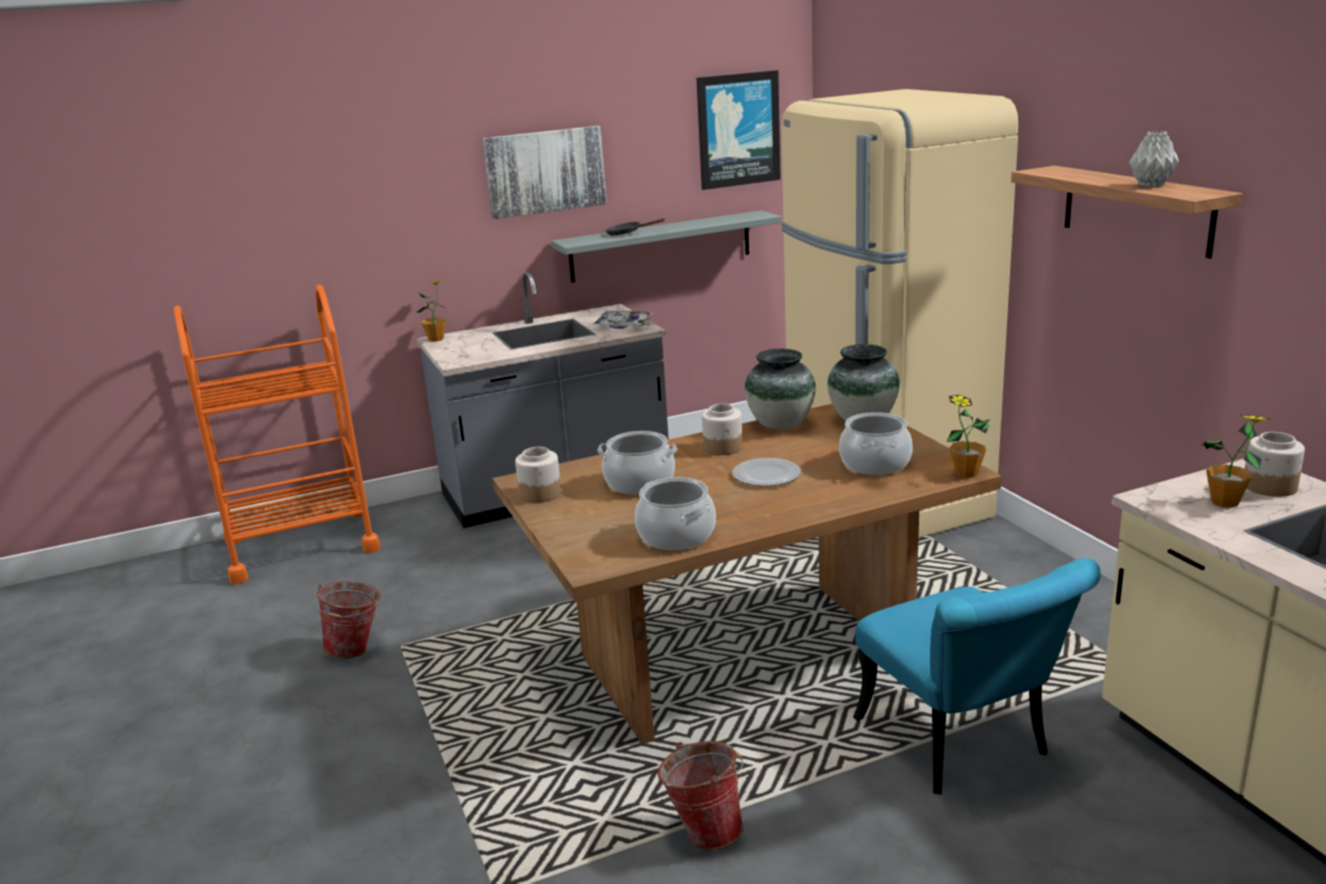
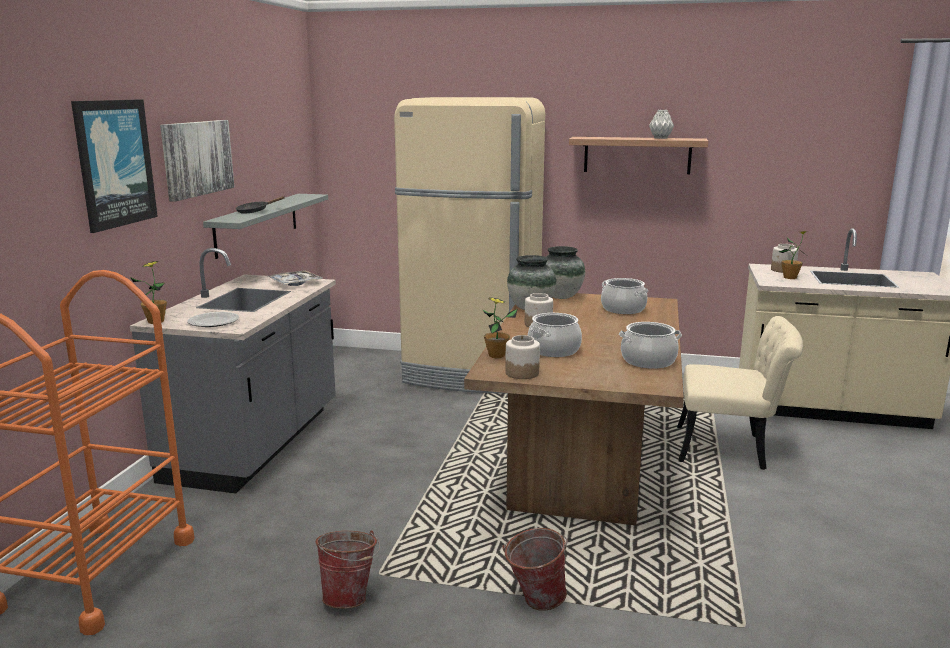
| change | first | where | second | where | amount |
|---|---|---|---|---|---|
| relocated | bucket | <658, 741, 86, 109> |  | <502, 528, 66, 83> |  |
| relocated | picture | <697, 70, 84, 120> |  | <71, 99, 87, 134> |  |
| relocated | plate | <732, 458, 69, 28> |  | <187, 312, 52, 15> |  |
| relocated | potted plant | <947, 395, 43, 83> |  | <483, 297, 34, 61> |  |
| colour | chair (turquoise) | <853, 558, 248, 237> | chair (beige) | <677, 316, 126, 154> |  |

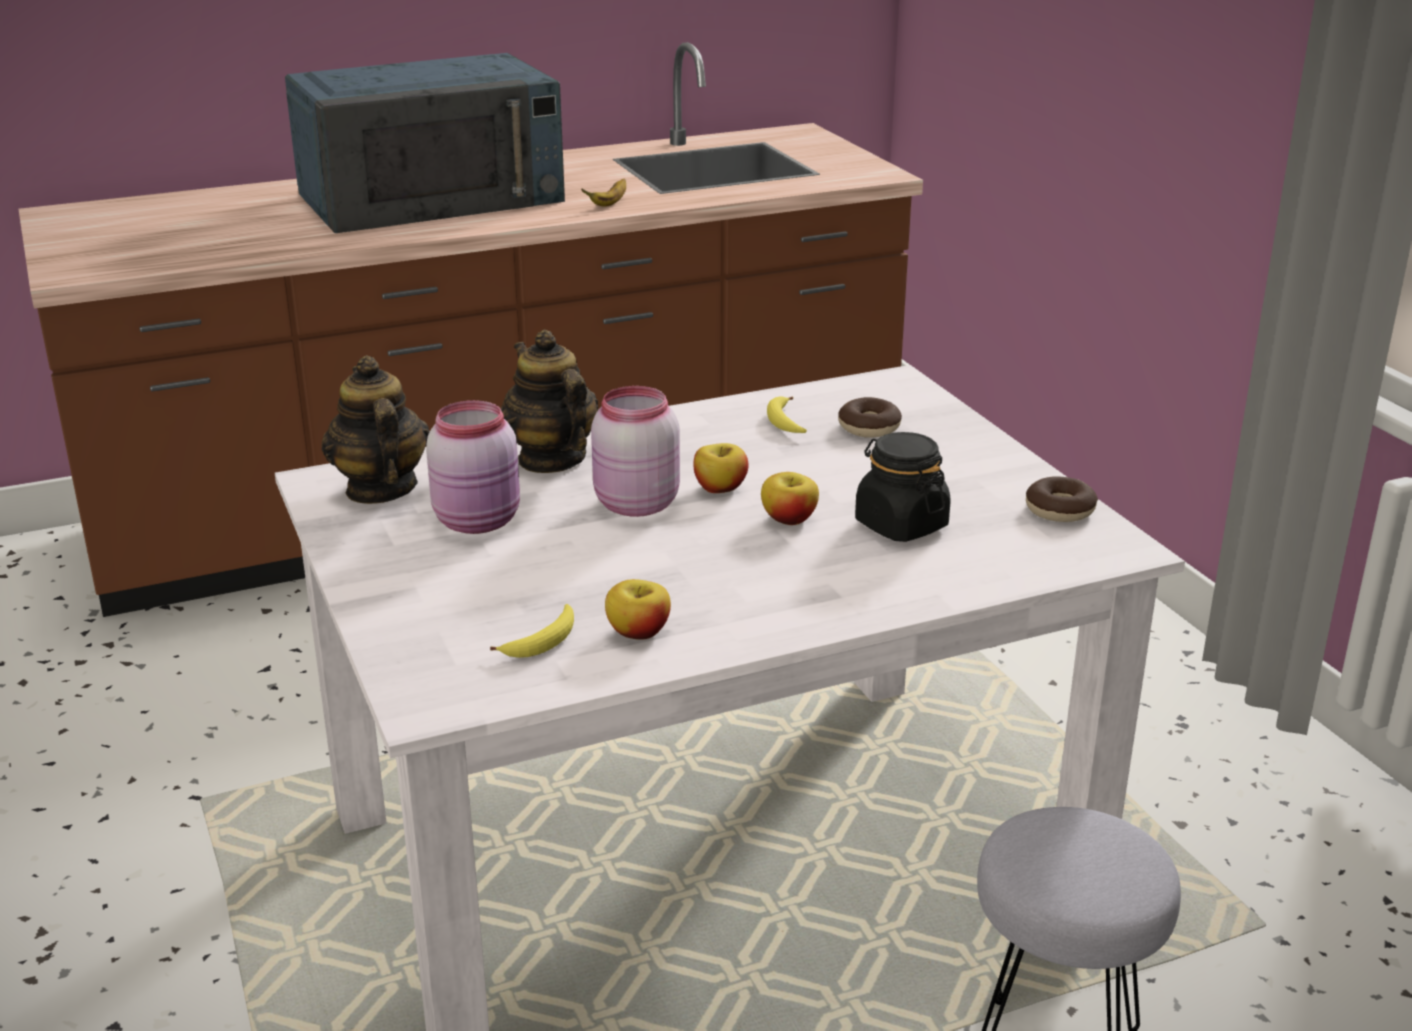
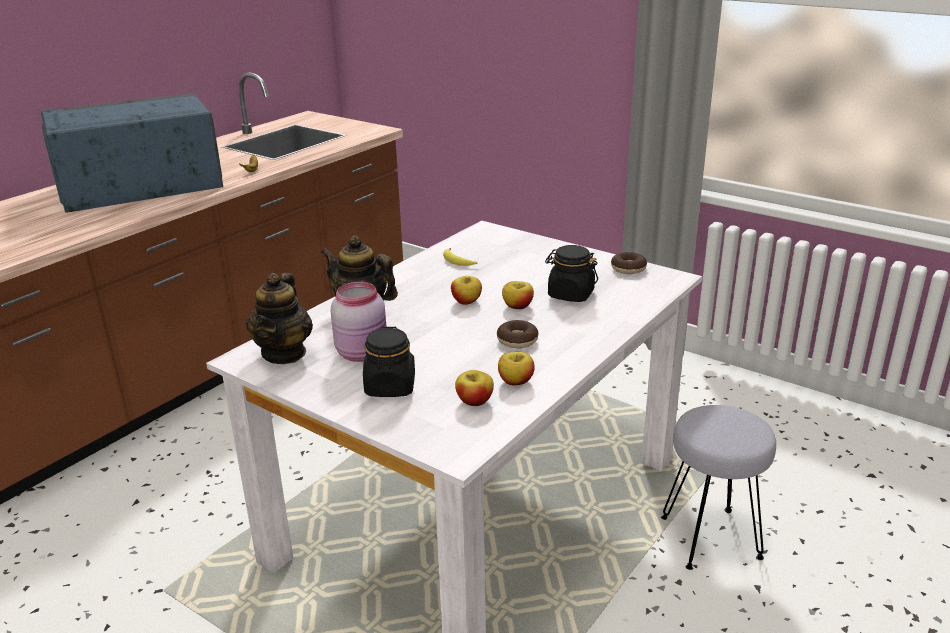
| change | first | where | second | where | amount |
|---|---|---|---|---|---|
| missing | jar (pink) | <591, 386, 89, 131> |  |  |  |
| appeared |  |  | jar (black) | <363, 327, 52, 70> |  |
| relocated | donut | <838, 397, 64, 41> |  | <497, 320, 41, 28> |  |
| exchanged | banana | <490, 604, 84, 54> | apple | <455, 370, 39, 36> |  |
| spun | microwave (blue) | <285, 53, 280, 180> |  | <41, 93, 182, 120> | 150 degrees counterclockwise |
| spun | teapot | <321, 355, 109, 149> |  | <246, 273, 67, 91> | 120 degrees counterclockwise |

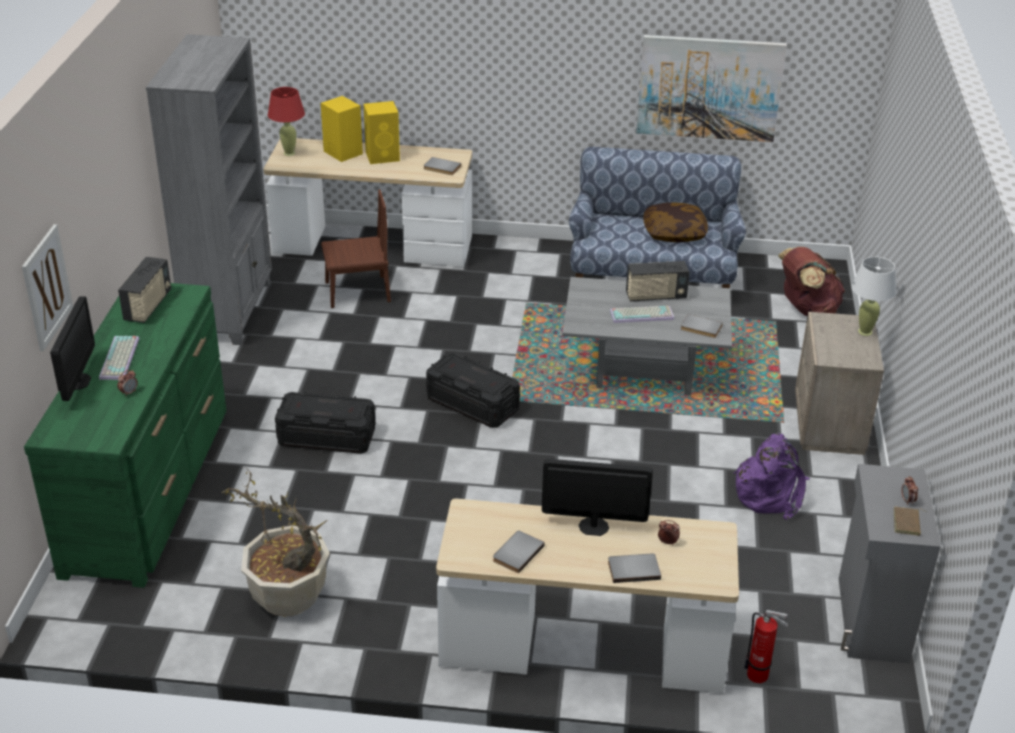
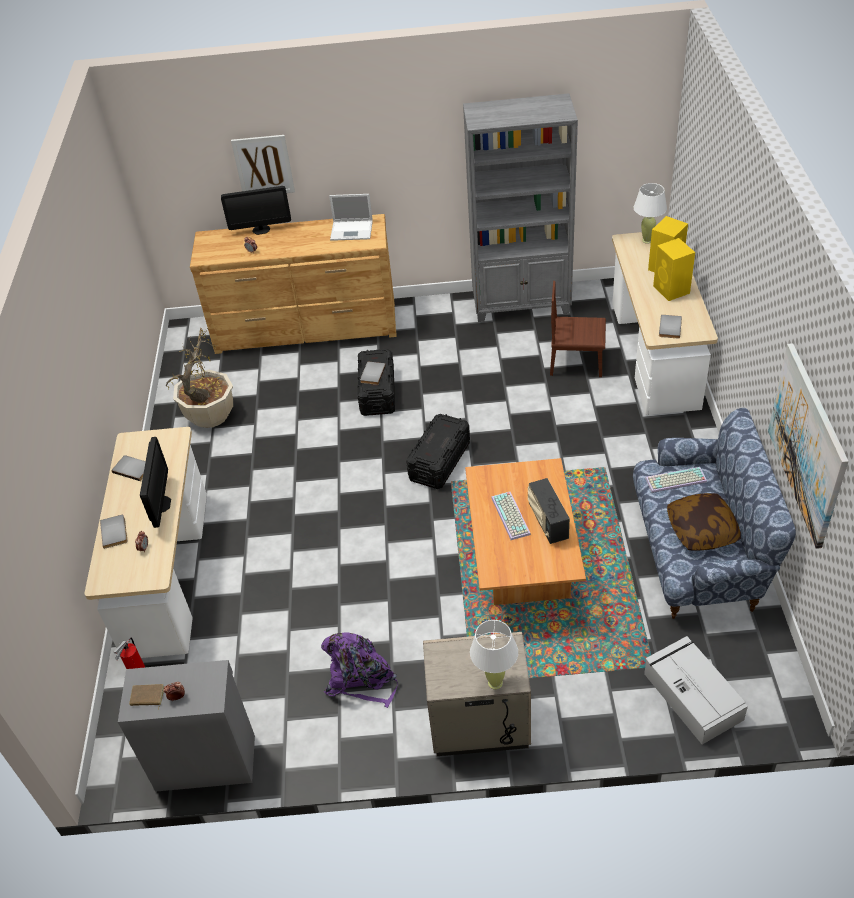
| change | first | where | second | where | amount |
|---|---|---|---|---|---|
| relocated | keyboard | <99, 336, 41, 44> |  | <645, 467, 62, 26> |  |
| relocated | book (grey) | <681, 314, 42, 24> |  | <360, 362, 26, 23> |  |
| exchanged | radio | <118, 257, 53, 66> | laptop | <329, 194, 44, 47> |  |
| exchanged | backpack (brown) | <778, 247, 67, 69> | storage box (grey) | <644, 636, 104, 109> |  |
| colour | dresser (green) | <24, 283, 203, 305> | dresser (brown) | <190, 214, 207, 140> |  |
| colour | table lamp (red) | <268, 87, 37, 69> | table lamp (white) | <634, 183, 33, 61> |  |
| colour | coffee table (grey) | <562, 277, 170, 119> | coffee table (brown) | <465, 458, 121, 147> |  |
| spun | chair (brown) | <321, 190, 70, 118> |  | <550, 281, 56, 96> | 120 degrees clockwise |

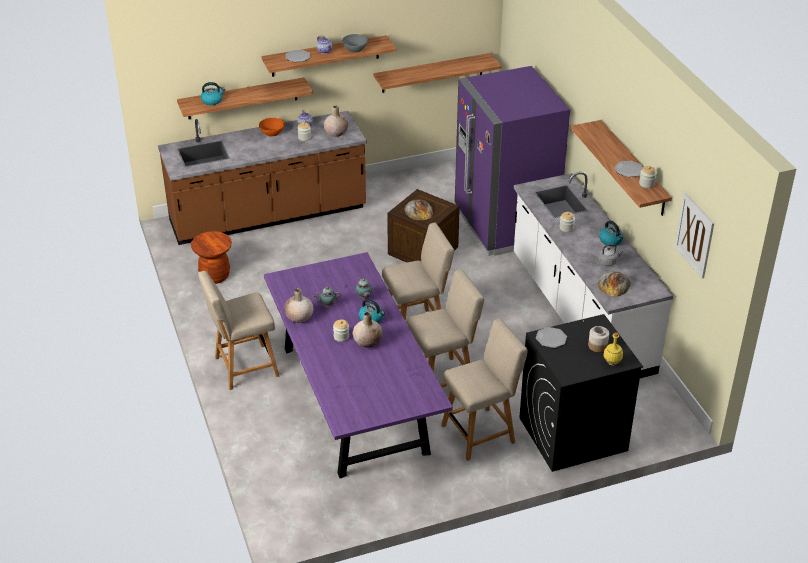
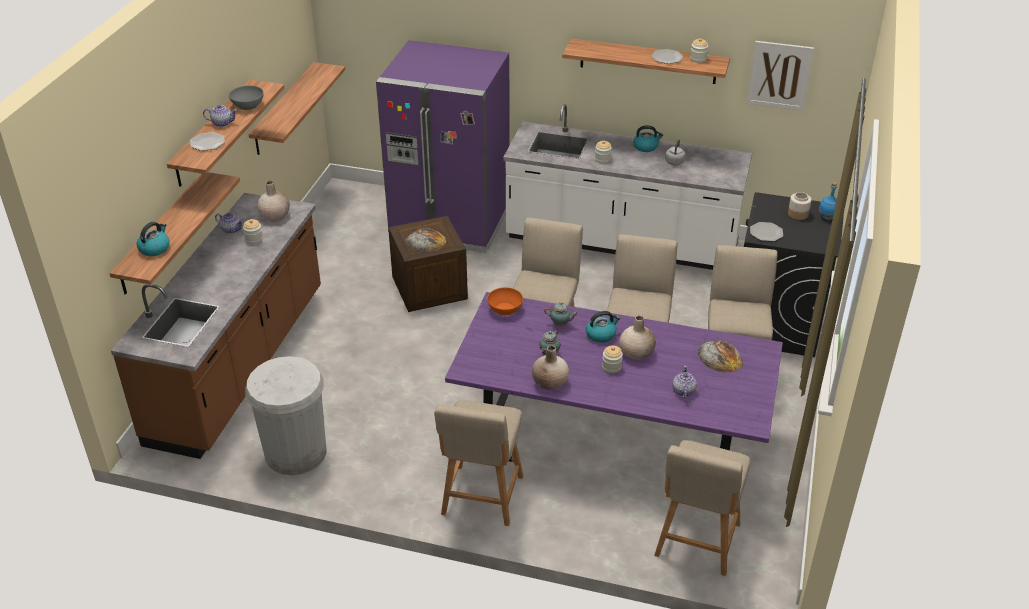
| change | first | where | second | where | amount |
|---|---|---|---|---|---|
| appeared |  |  | chair (beige) | <654, 440, 96, 136> |  |
| appeared |  |  | teapot | <672, 365, 25, 34> |  |
| relocated | bowl (orange) | <259, 118, 25, 19> |  | <487, 287, 36, 29> |  |
| relocated | bread | <598, 271, 33, 26> |  | <698, 340, 45, 33> |  |
| exchanged | stool (brown) | <191, 231, 41, 53> | trash can (white) | <245, 356, 82, 119> |  |
| colour | bottle (yellow) | <603, 332, 20, 34> | bottle (blue) | <819, 182, 19, 38> |  |

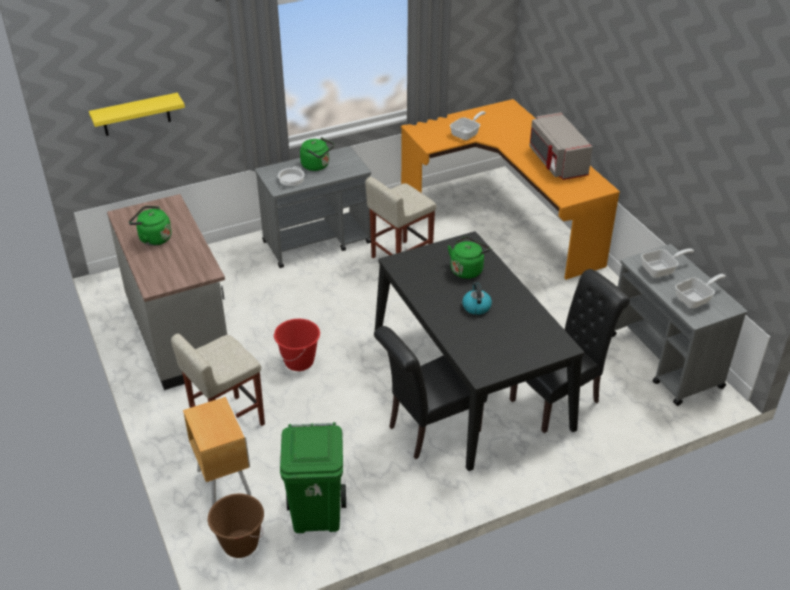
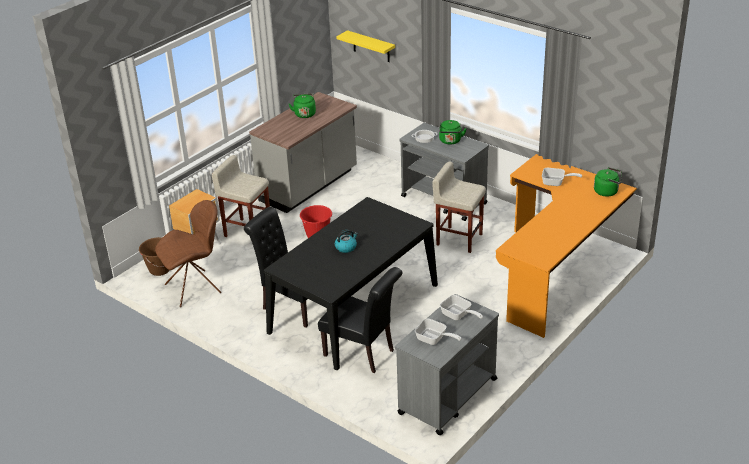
| change | first | where | second | where | amount |
|---|---|---|---|---|---|
| missing | microwave (grey) | <530, 112, 63, 68> |  |  |  |
| relocated | kettle (green) | <448, 237, 43, 42> |  | <594, 167, 28, 30> |  |
| exchanged | trash can (green) | <280, 422, 66, 111> | chair (brown) | <155, 200, 66, 107> |  |

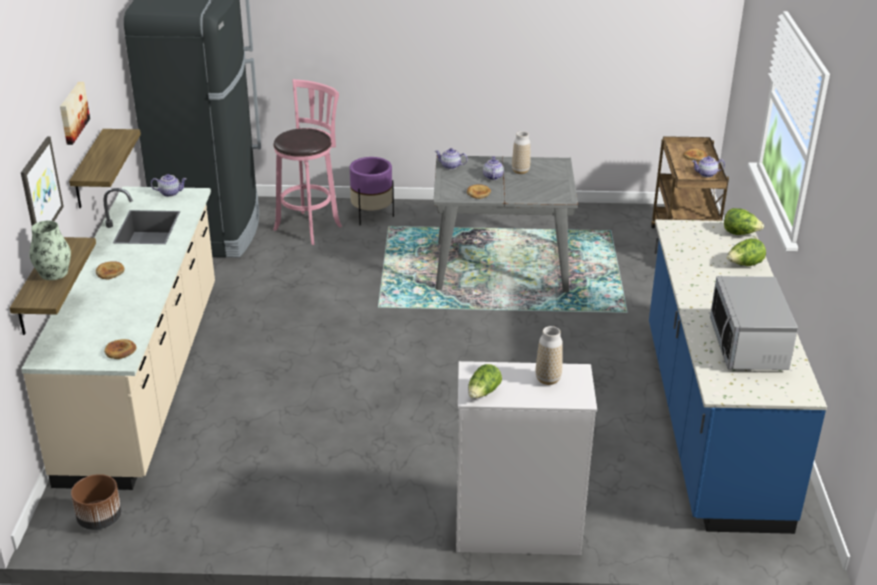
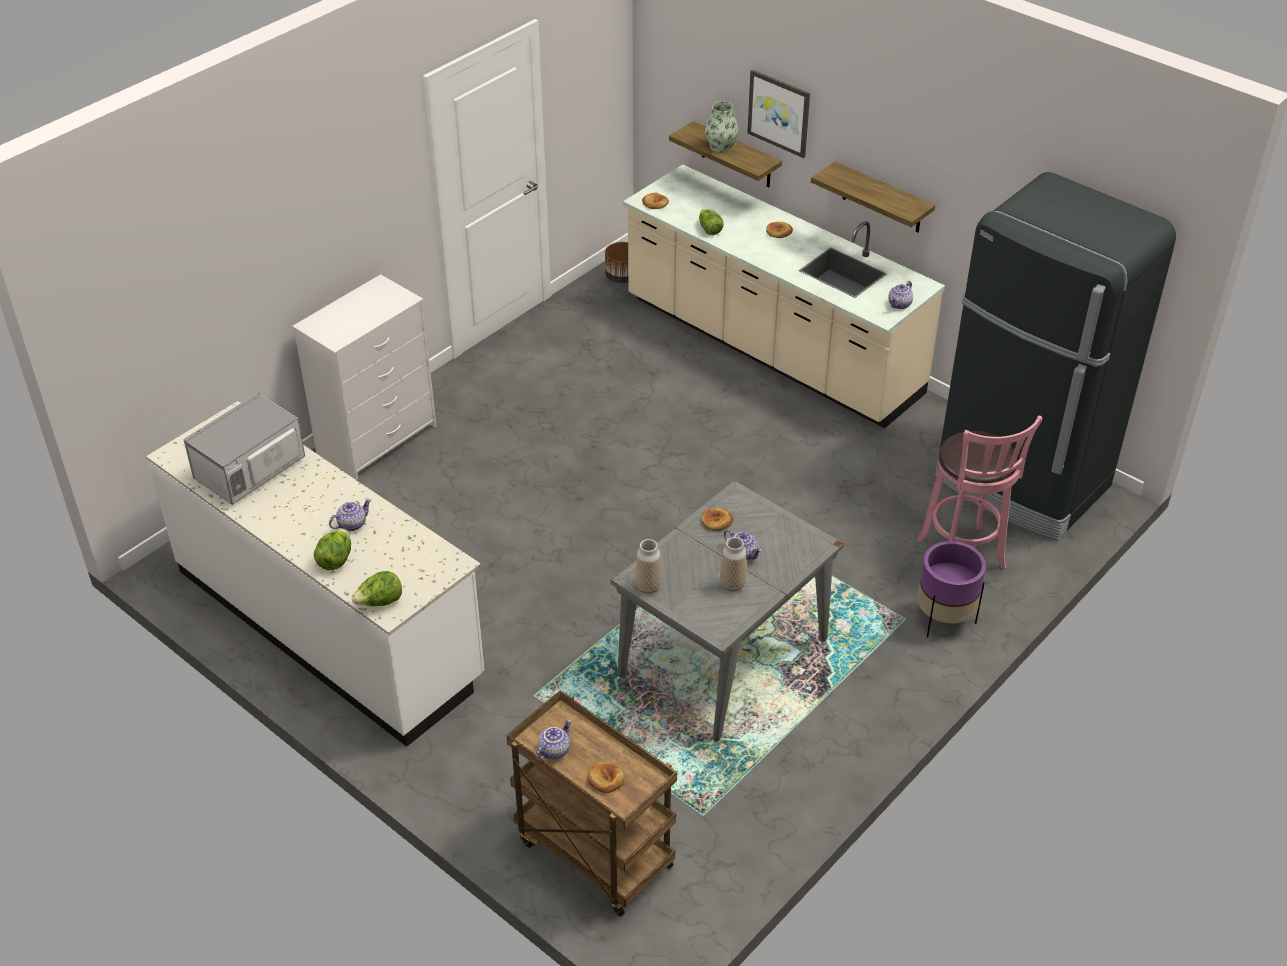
| change | first | where | second | where | amount |
|---|---|---|---|---|---|
| missing | picture | <60, 82, 30, 63> |  |  |  |
| relocated | teapot | <435, 148, 33, 21> |  | <329, 499, 42, 32> |  |
| relocated | lettuce | <468, 364, 34, 35> |  | <699, 209, 25, 26> |  |
| relocated | vase | <536, 326, 27, 59> |  | <635, 539, 27, 55> |  |
| colour | counter (blue) | <649, 220, 178, 314> | counter (white) | <146, 401, 338, 346> |  |
| spun | microwave | <710, 276, 88, 94> |  | <183, 393, 122, 112> | 90 degrees counterclockwise |

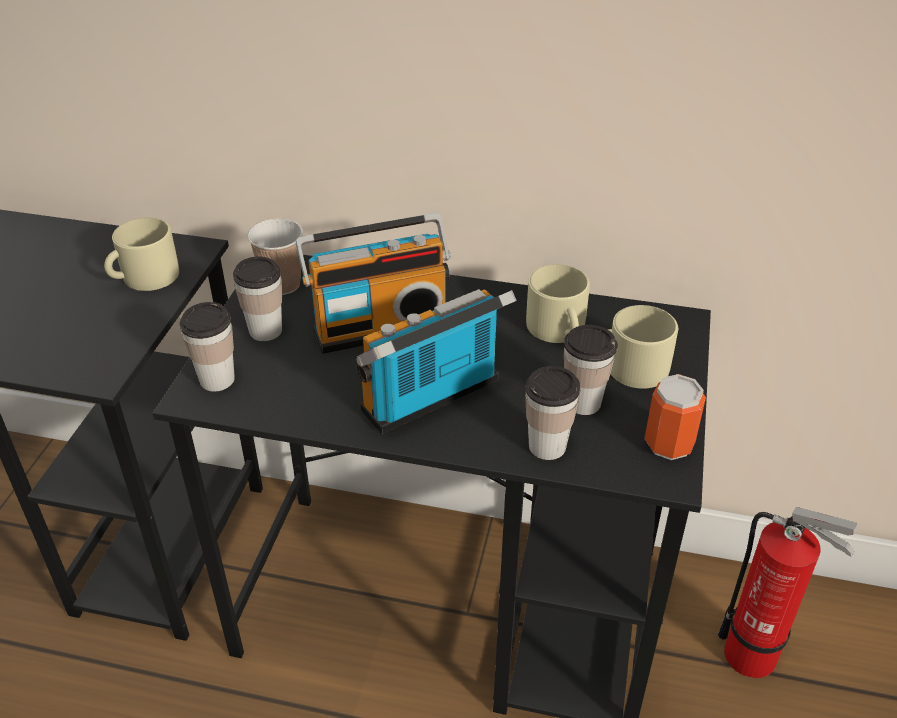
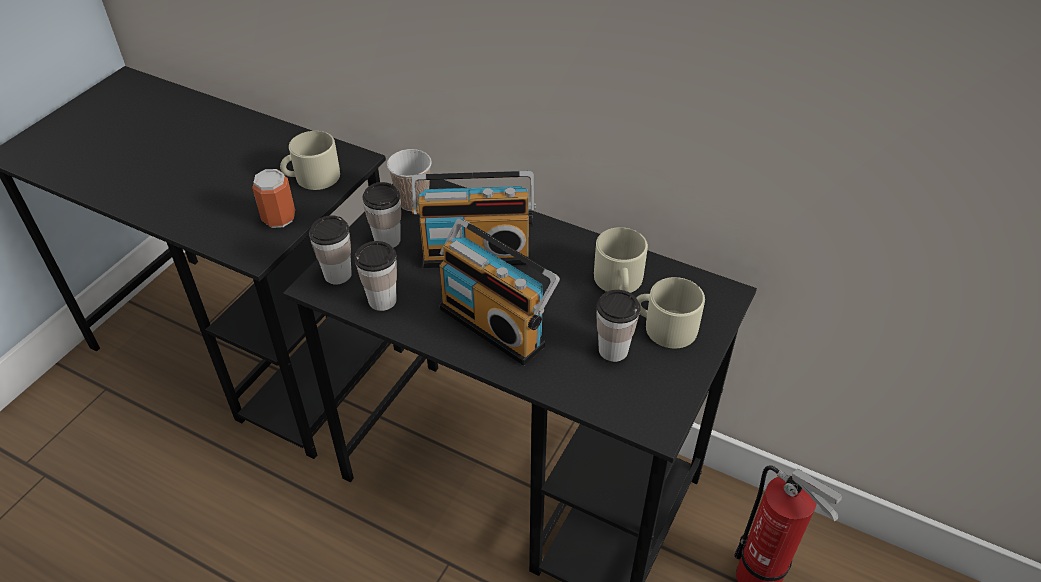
| change | first | where | second | where | amount |
|---|---|---|---|---|---|
| relocated | cup | <525, 366, 56, 94> |  | <354, 241, 43, 70> |  |
| relocated | can | <644, 374, 62, 86> |  | <252, 169, 43, 59> |  |
| spun | radio | <356, 289, 161, 145> |  | <439, 218, 121, 147> | 120 degrees counterclockwise |

